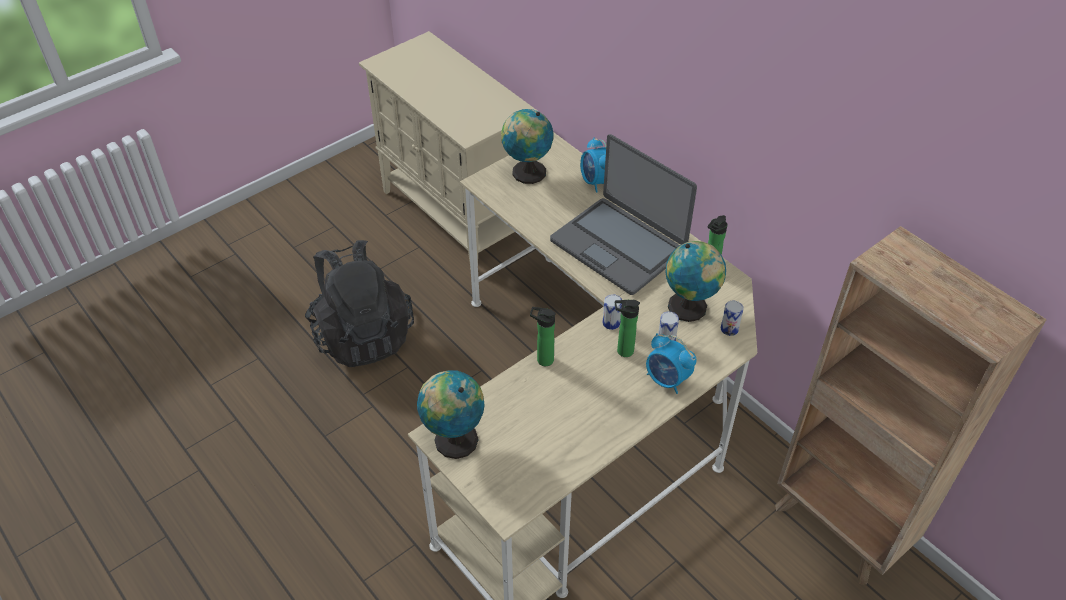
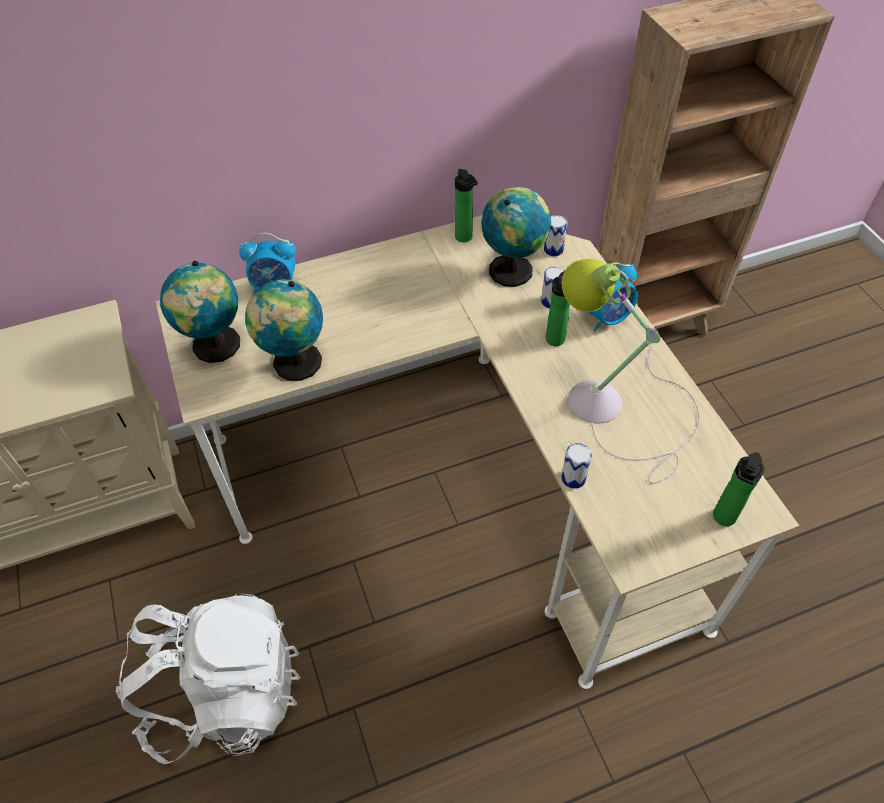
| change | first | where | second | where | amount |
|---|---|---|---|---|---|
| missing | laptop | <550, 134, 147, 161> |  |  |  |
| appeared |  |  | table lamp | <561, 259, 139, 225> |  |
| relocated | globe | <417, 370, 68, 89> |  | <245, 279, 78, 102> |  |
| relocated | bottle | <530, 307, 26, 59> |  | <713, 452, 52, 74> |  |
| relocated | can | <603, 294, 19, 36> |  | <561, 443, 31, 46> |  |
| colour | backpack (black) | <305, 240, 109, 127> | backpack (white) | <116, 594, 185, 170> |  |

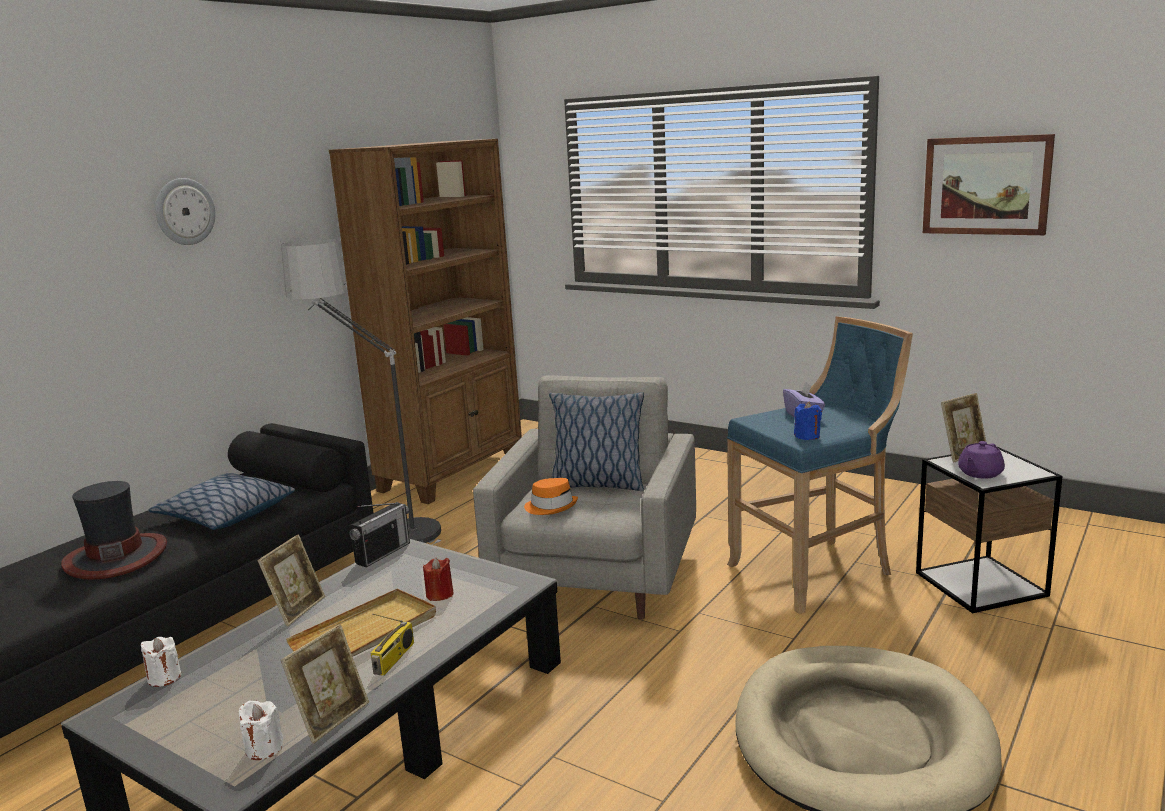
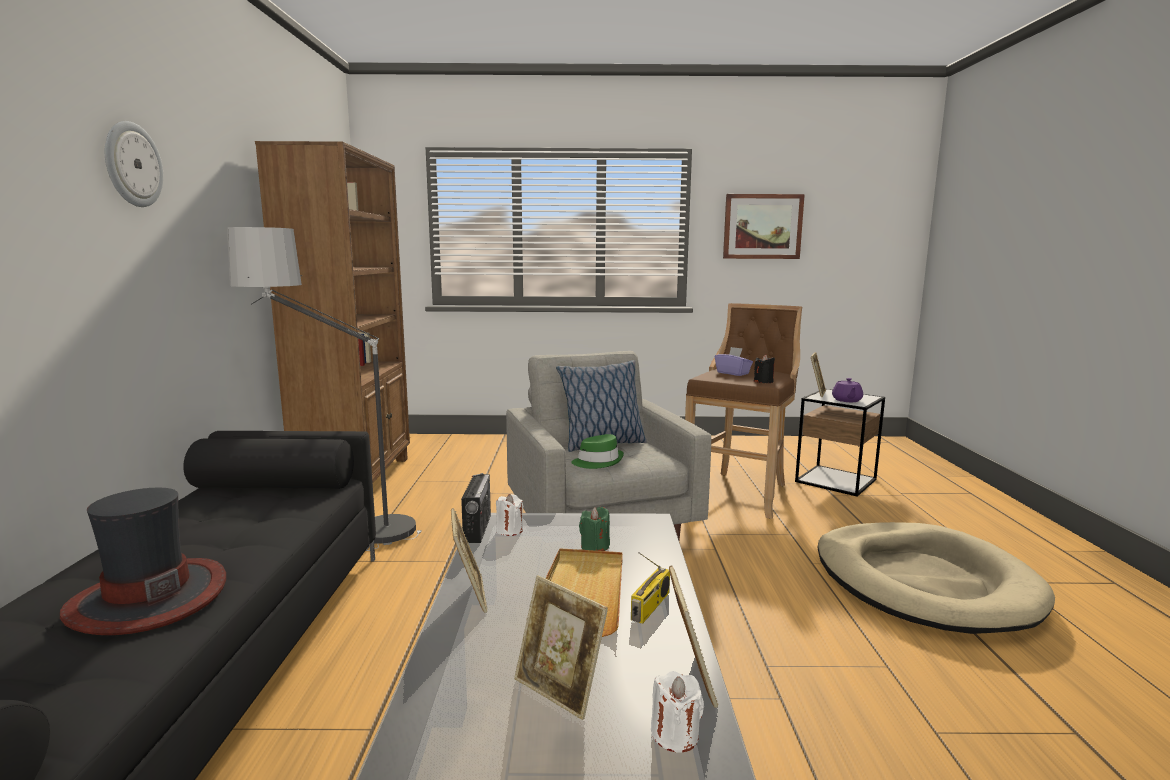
| change | first | where | second | where | amount |
|---|---|---|---|---|---|
| missing | pillow | <149, 473, 146, 57> |  |  |  |
| appeared |  |  | picture frame | <514, 575, 94, 145> |  |
| relocated | candle (white) | <141, 637, 40, 50> |  | <496, 494, 27, 42> |  |
| colour | candle (red) | <423, 557, 31, 44> | candle (green) | <579, 507, 31, 44> |  |
| colour | hat (orange) | <524, 478, 54, 37> | hat (green) | <571, 434, 53, 35> |  |
| colour | stool (blue) | <727, 317, 186, 297> | stool (brown) | <685, 303, 117, 216> |  |
| colour | candle (blue) | <794, 401, 28, 39> | candle (black) | <754, 354, 21, 29> |  |
| spun | radio | <371, 614, 43, 62> |  | <631, 552, 39, 72> | 45 degrees clockwise |

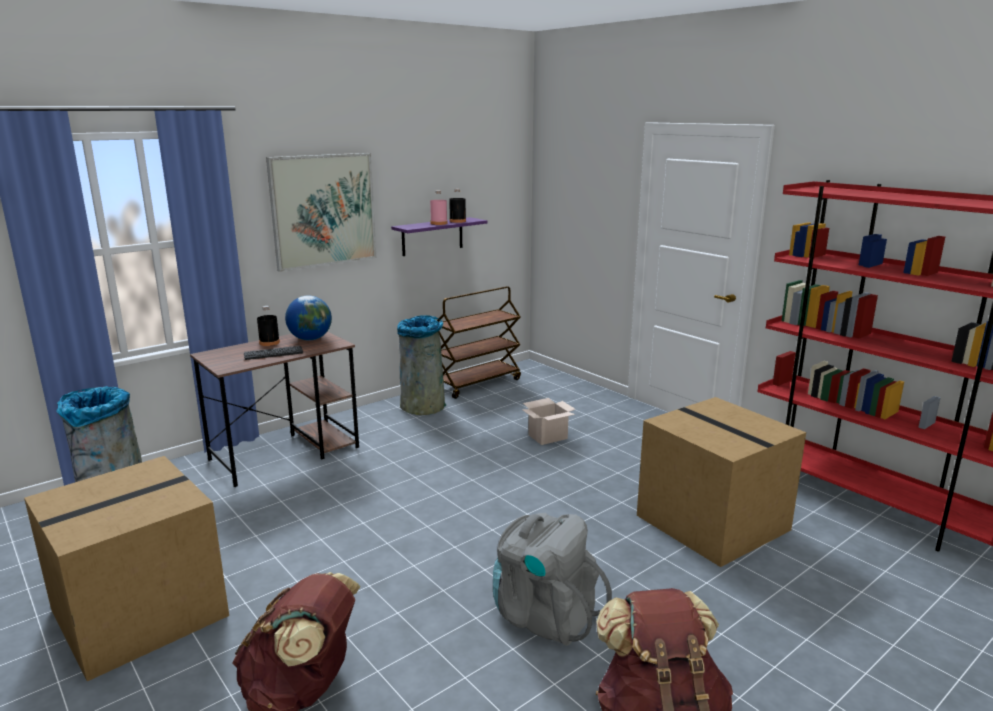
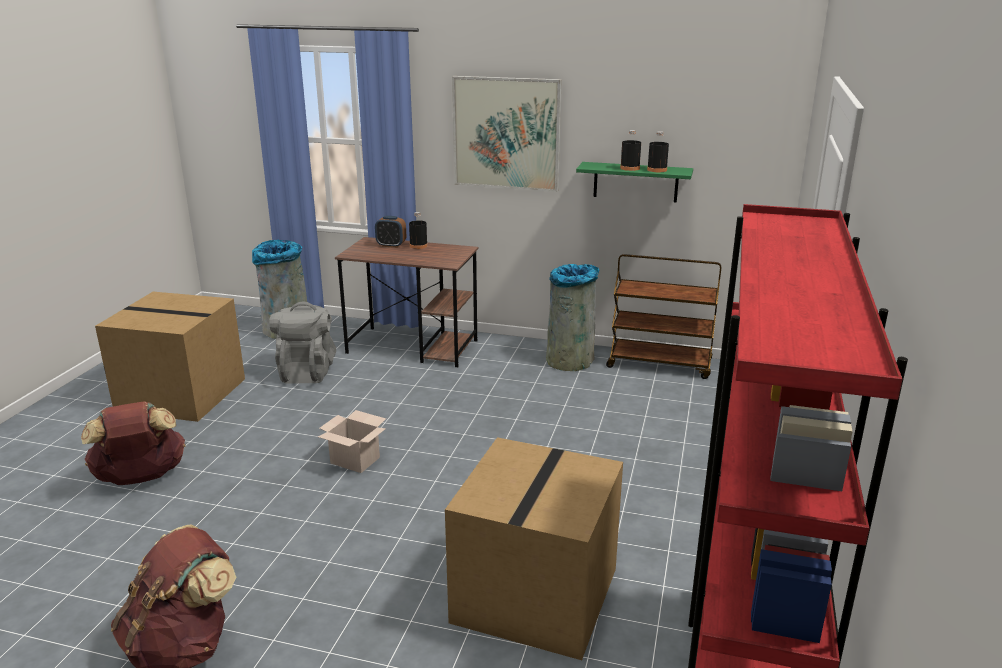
| change | first | where | second | where | amount |
|---|---|---|---|---|---|
| missing | keyboard | <244, 346, 59, 14> |  |  |  |
| missing | globe | <285, 296, 47, 45> |  |  |  |
| appeared |  |  | alarm clock | <375, 216, 31, 32> |  |
| relocated | backpack (grey) | <493, 513, 119, 133> |  | <269, 301, 67, 82> |  |
| relocated | cardboard box | <522, 398, 53, 47> |  | <318, 410, 68, 63> |  |
| colour | shelf (purple) | <391, 217, 96, 39> | shelf (green) | <576, 162, 117, 41> |  |
| colour | bottle (pink) | <430, 190, 17, 35> | bottle (black) | <620, 130, 21, 41> |  |

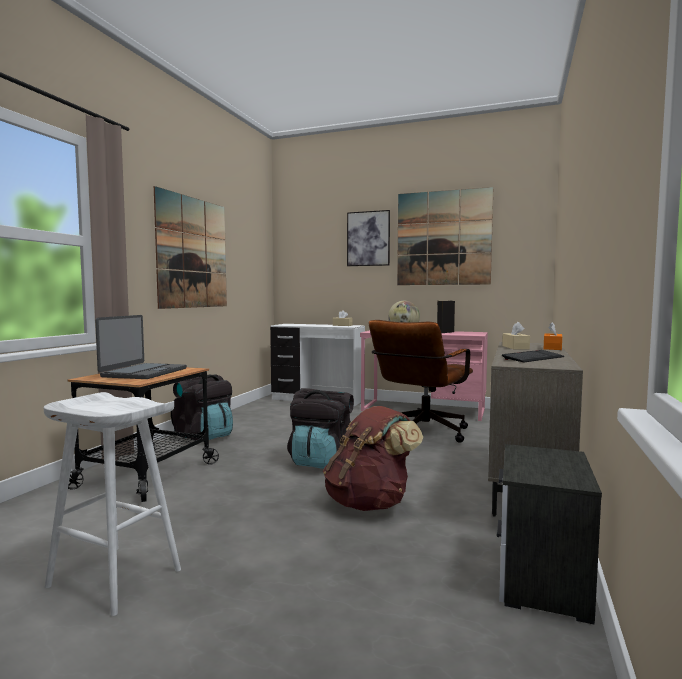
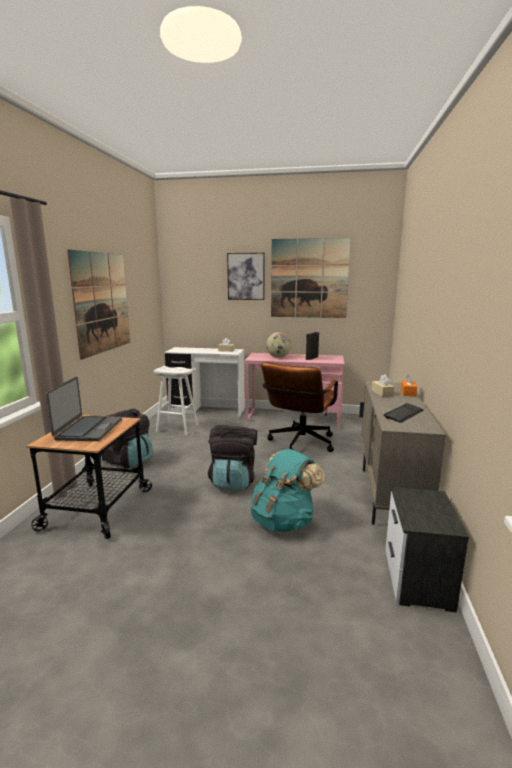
| change | first | where | second | where | amount |
|---|---|---|---|---|---|
| relocated | stool (white) | <44, 392, 137, 224> |  | <154, 366, 44, 69> |  |
| colour | backpack (brown) | <323, 406, 100, 105> | backpack (turquoise) | <250, 449, 75, 83> |  |

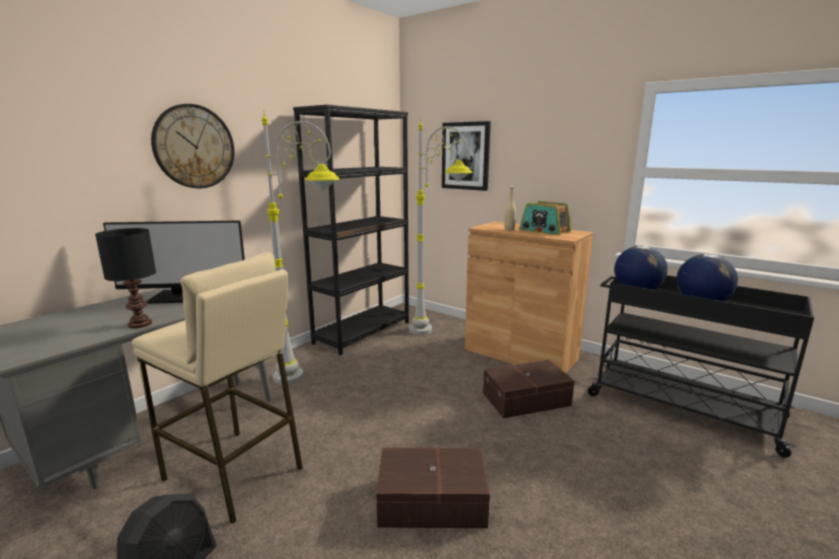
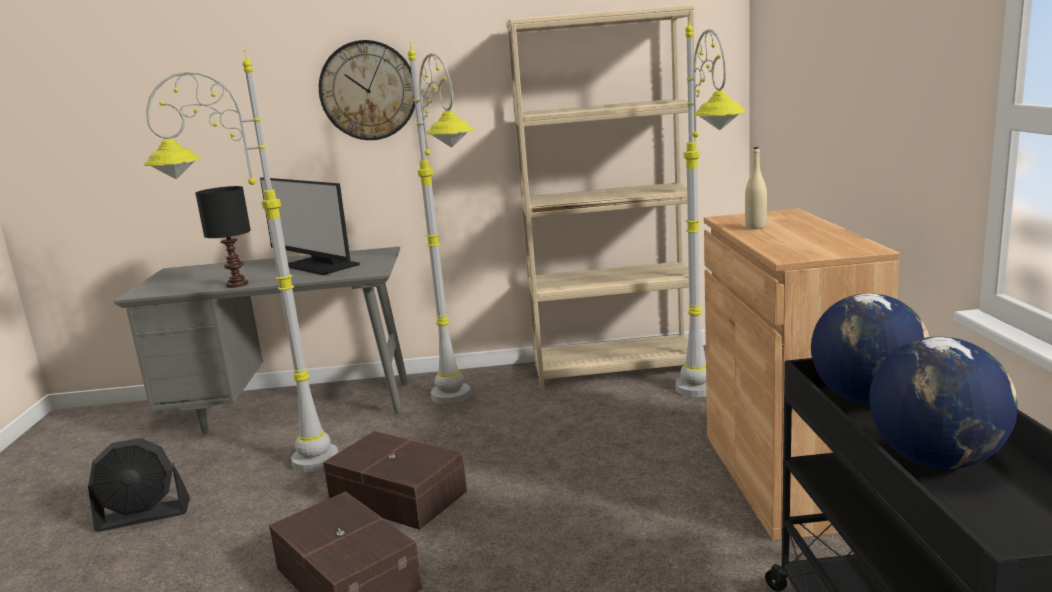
| change | first | where | second | where | amount |
|---|---|---|---|---|---|
| missing | picture | <442, 121, 49, 70> |  |  |  |
| missing | radio | <519, 201, 52, 34> |  |  |  |
| relocated | storage box (brown) | <483, 360, 92, 58> |  | <323, 431, 144, 99> |  |
| exchanged | stool (beige) | <132, 252, 171, 272> | floor lamp (grey) | <143, 50, 195, 422> |  |
| colour | bookcase (black) | <293, 105, 116, 250> | bookcase (beige) | <506, 4, 191, 385> |  |

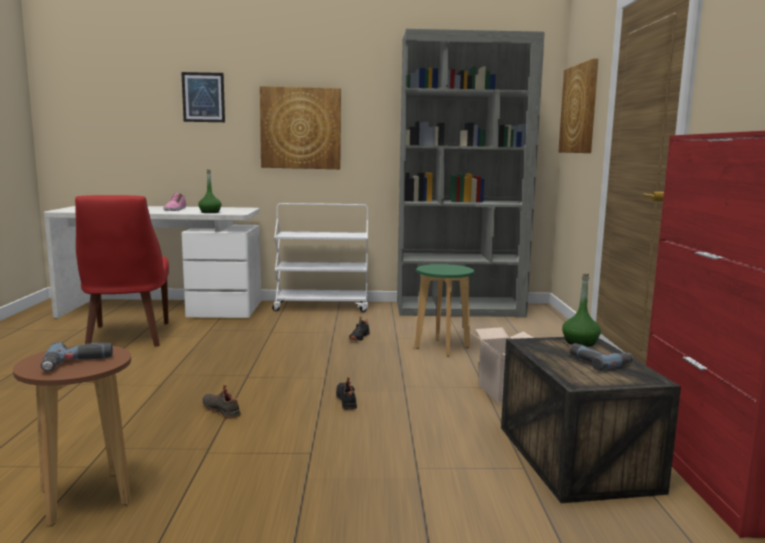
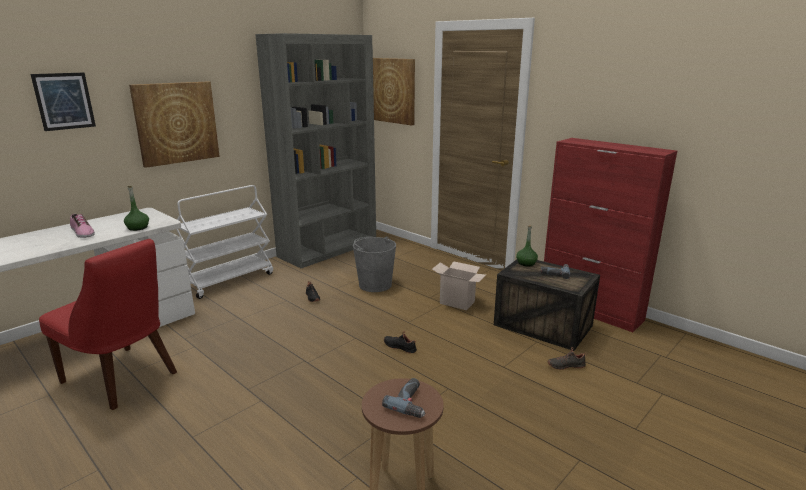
| change | first | where | second | where | amount |
|---|---|---|---|---|---|
| relocated | shoe (black) | <203, 385, 38, 34> |  | <548, 347, 38, 23> |  |
| exchanged | stool (green) | <415, 264, 59, 93> | bucket (grey) | <353, 236, 43, 56> |  |

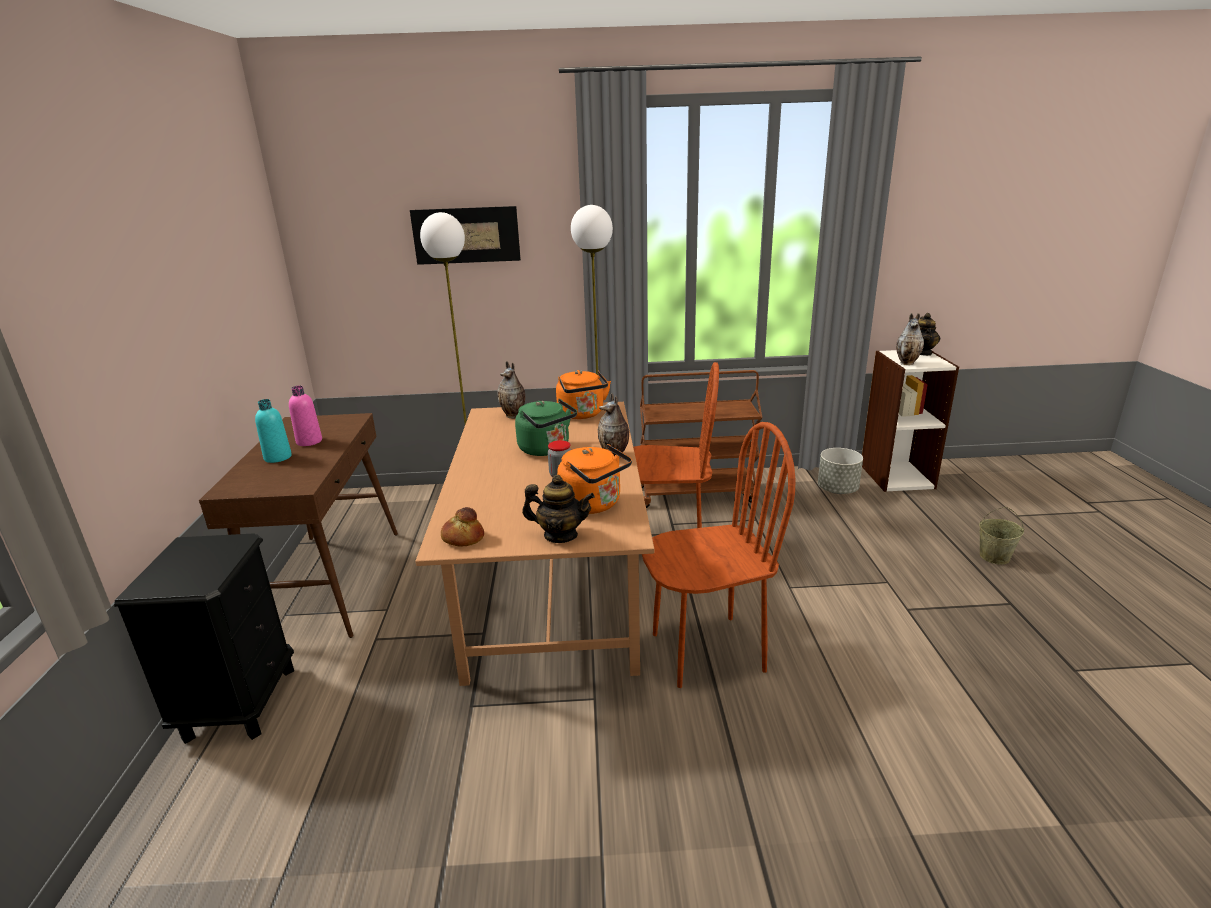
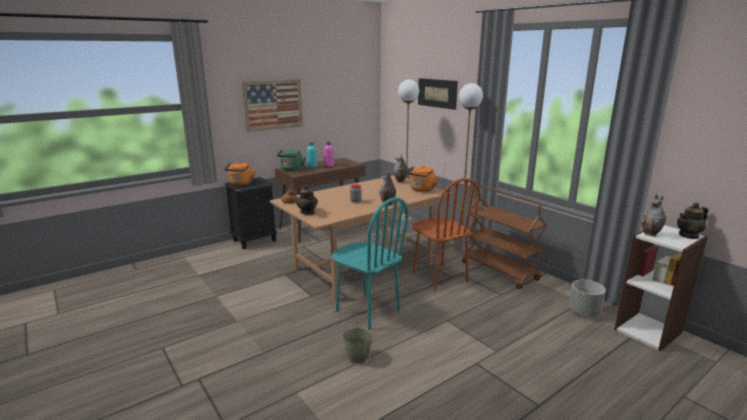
| change | first | where | second | where | amount |
|---|---|---|---|---|---|
| appeared |  |  | picture | <241, 79, 62, 53> |  |
| relocated | kettle (green) | <515, 398, 62, 58> |  | <277, 149, 29, 22> |  |
| relocated | kettle (orange) | <557, 444, 75, 70> |  | <224, 162, 32, 24> |  |
| relocated | bucket (beige) | <979, 507, 45, 58> |  | <342, 320, 32, 44> |  |
| colour | chair (brown) | <642, 422, 153, 266> | chair (turquoise) | <332, 197, 76, 133> |  |

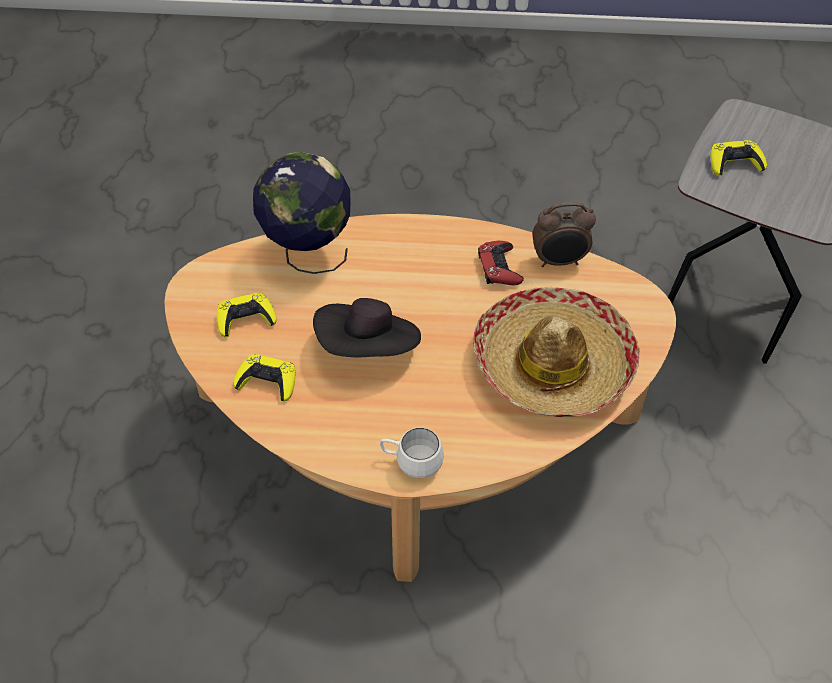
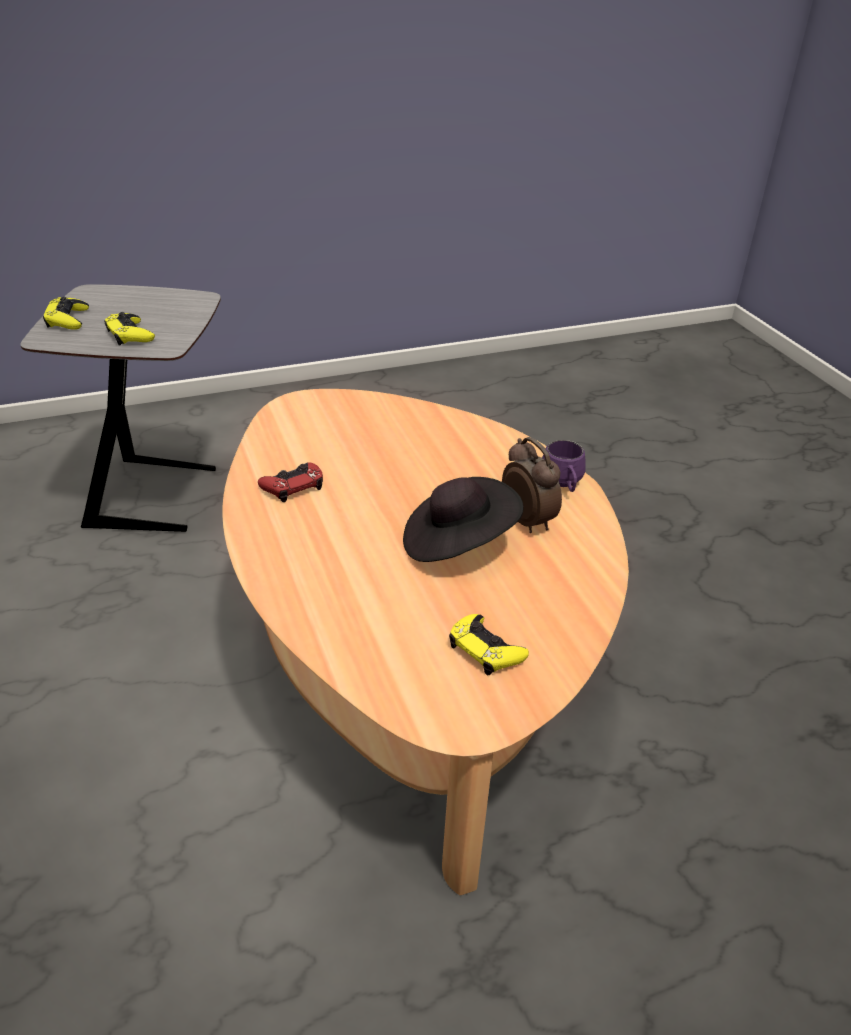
| change | first | where | second | where | amount |
|---|---|---|---|---|---|
| missing | globe | <253, 152, 97, 122> |  |  |  |
| missing | hat | <473, 287, 167, 130> |  |  |  |
| relocated | game controller (yellow) | <233, 354, 62, 48> |  | <43, 297, 46, 33> |  |
| relocated | alarm clock | <533, 202, 63, 65> |  | <502, 437, 60, 96> |  |
| colour | mug (white) | <380, 427, 64, 51> | mug (purple) | <542, 440, 44, 52> |  |

